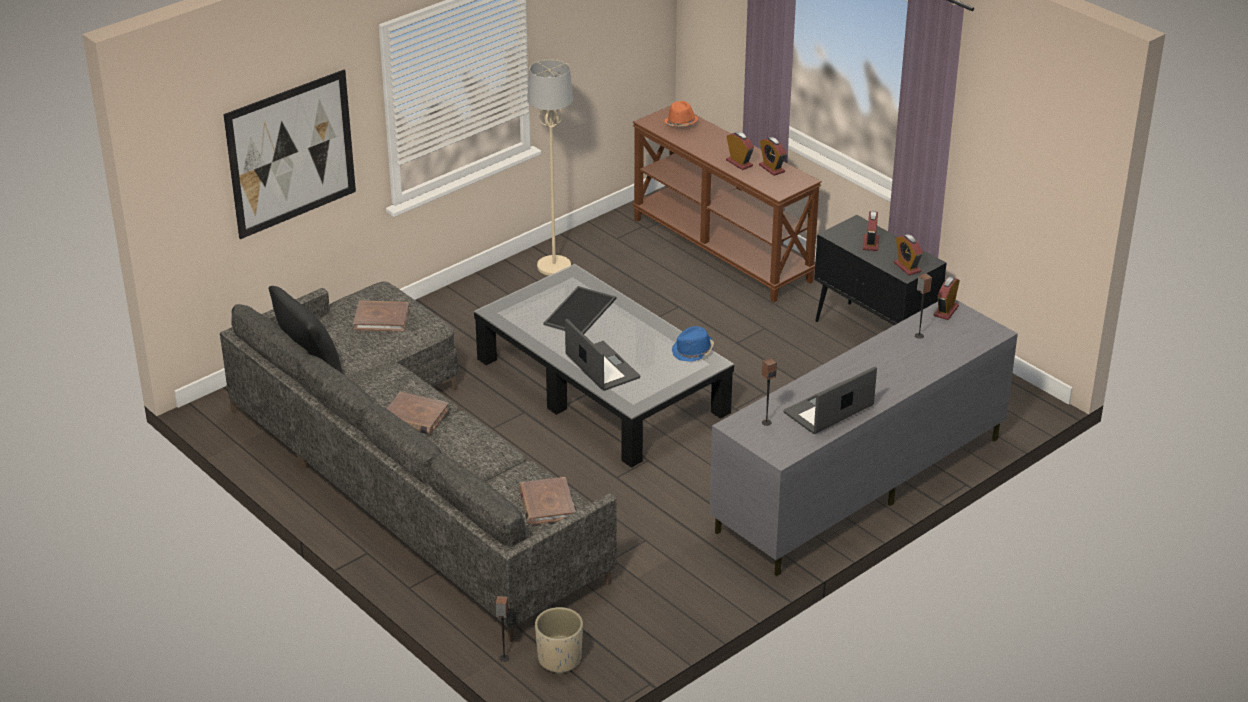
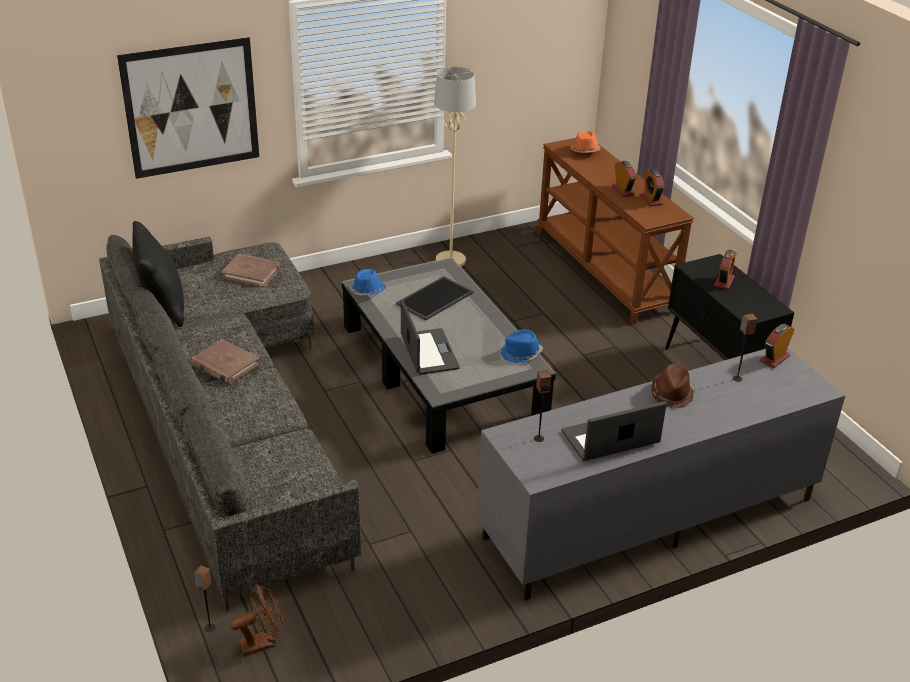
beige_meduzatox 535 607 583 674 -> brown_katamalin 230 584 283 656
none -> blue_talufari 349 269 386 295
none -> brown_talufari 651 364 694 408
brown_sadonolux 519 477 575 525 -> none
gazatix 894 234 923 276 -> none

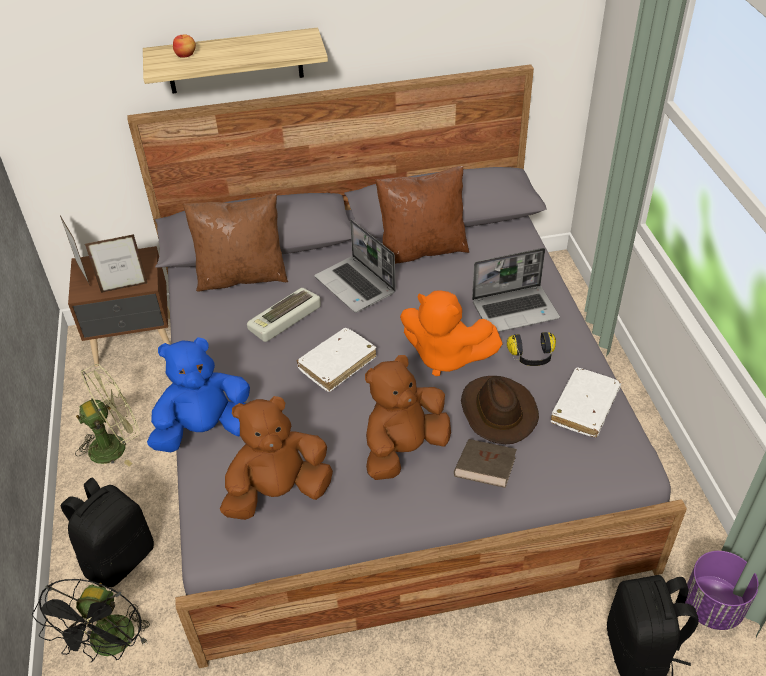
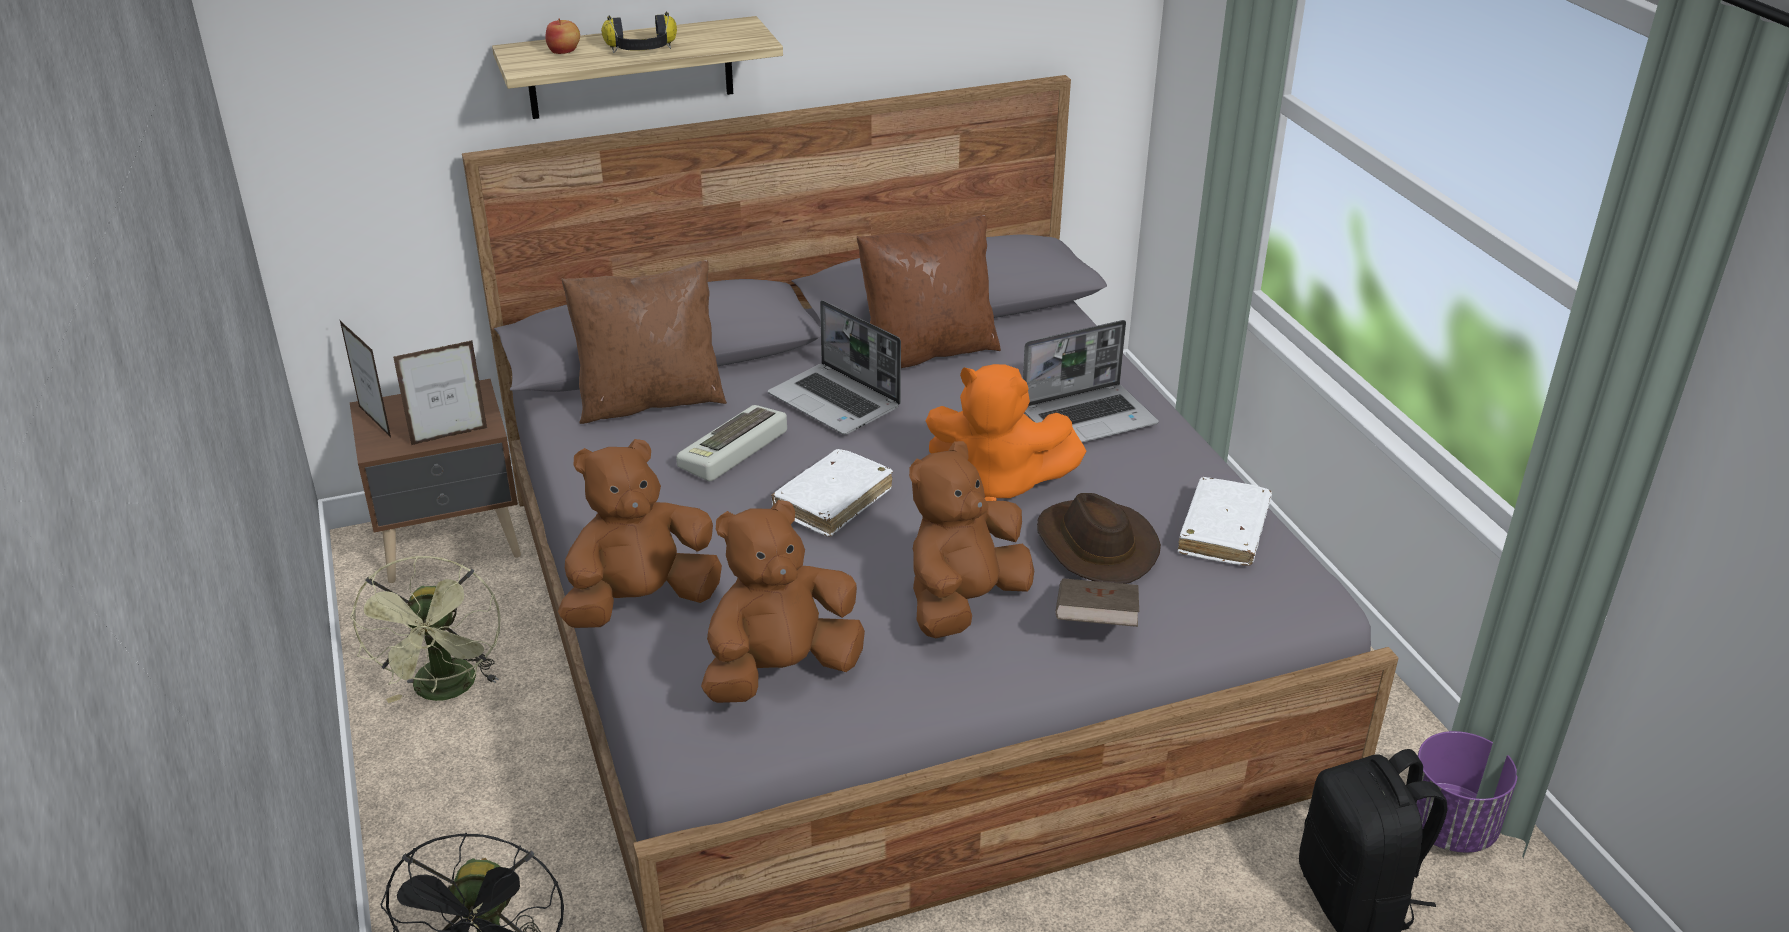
green_katamalin 75 364 140 466 -> green_katamalin 350 555 501 703, 120 degrees clockwise
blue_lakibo 147 337 250 452 -> brown_lakibo 558 439 722 628
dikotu 507 332 556 366 -> dikotu 601 11 677 53, relocated
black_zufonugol 61 477 154 587 -> none

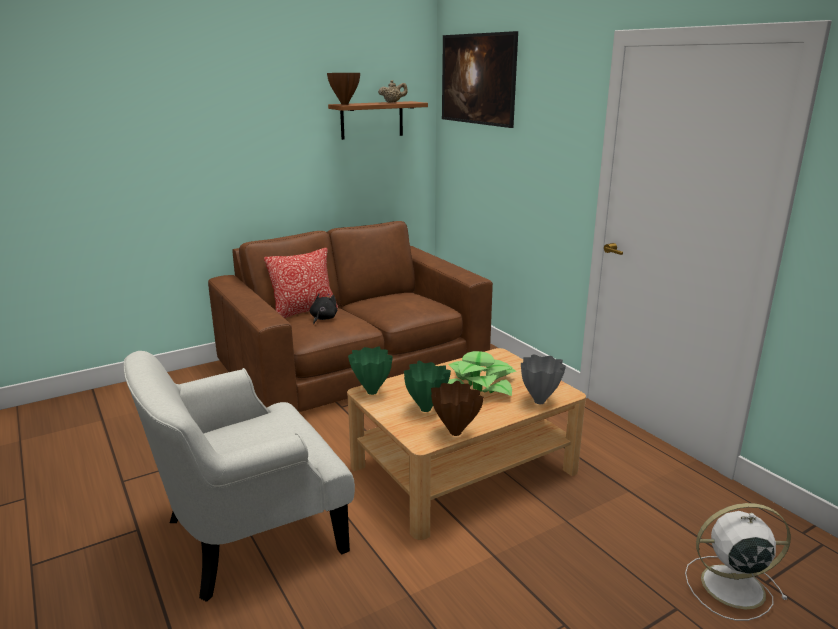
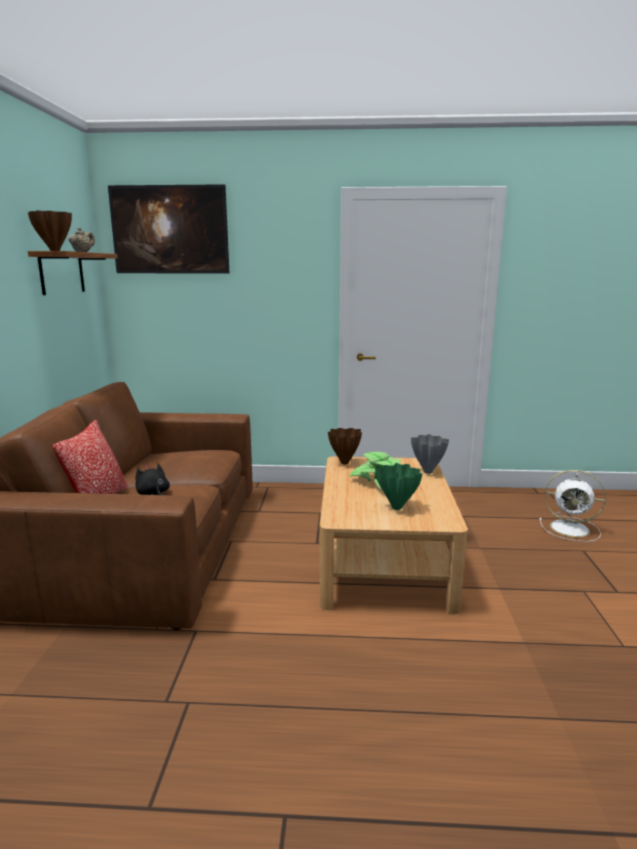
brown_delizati 431 381 484 436 -> brown_delizati 328 428 362 464, relocated
white_katamalin 685 503 791 621 -> white_katamalin 539 470 606 542, 105 degrees counterclockwise
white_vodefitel 124 351 355 602 -> none
green_delizati 348 347 393 395 -> none

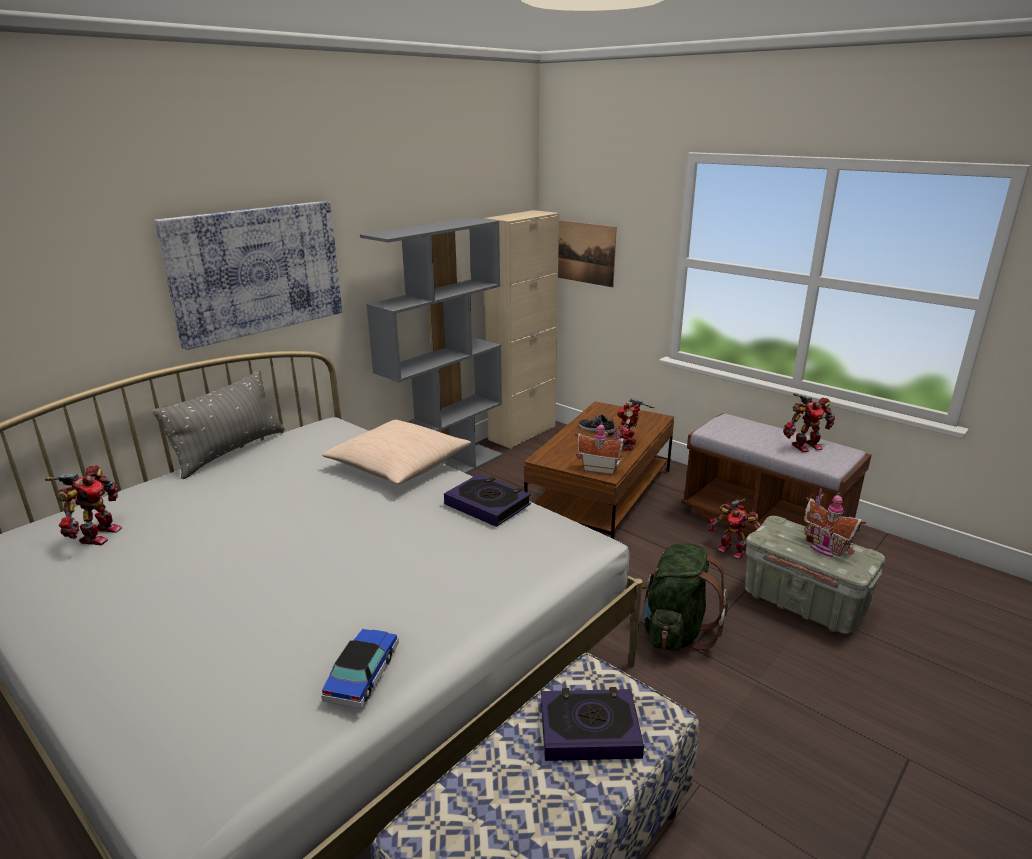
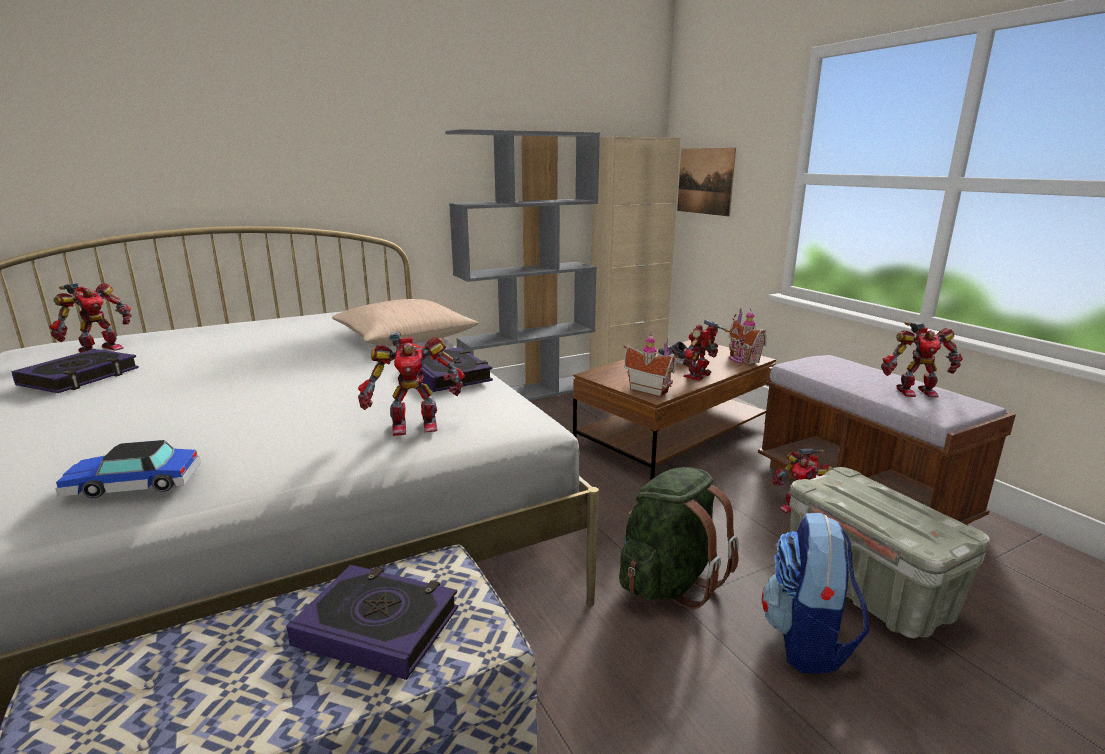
none -> sadonolux 11 349 139 393
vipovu 321 629 399 709 -> vipovu 56 440 201 498, 135 degrees counterclockwise
none -> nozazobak 358 331 465 436
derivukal 804 489 866 558 -> derivukal 729 308 767 364, relocated
none -> zufonugol 762 513 870 674
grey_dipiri 153 370 285 479 -> none
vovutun 154 201 342 350 -> none

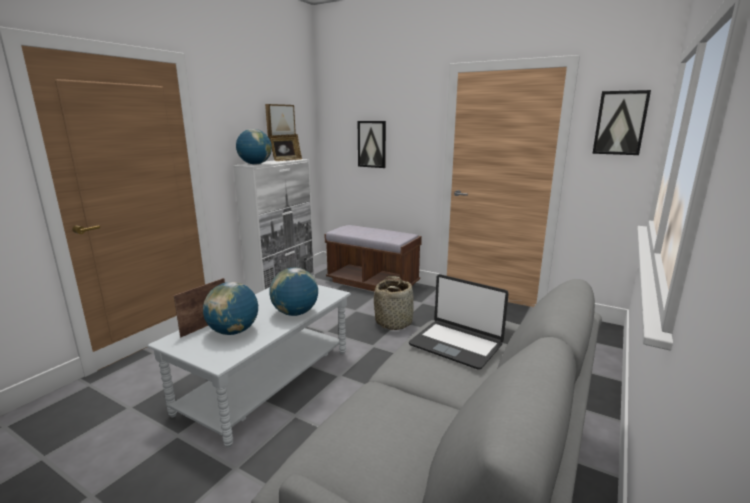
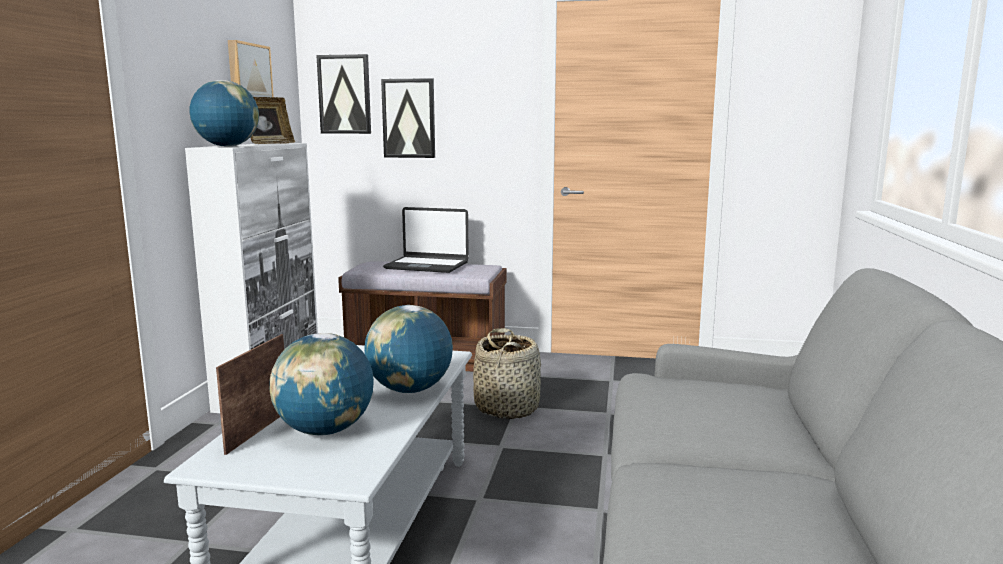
vovutun 592 90 651 155 -> vovutun 316 54 371 134, relocated
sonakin 409 274 509 369 -> sonakin 383 207 469 273, relocated

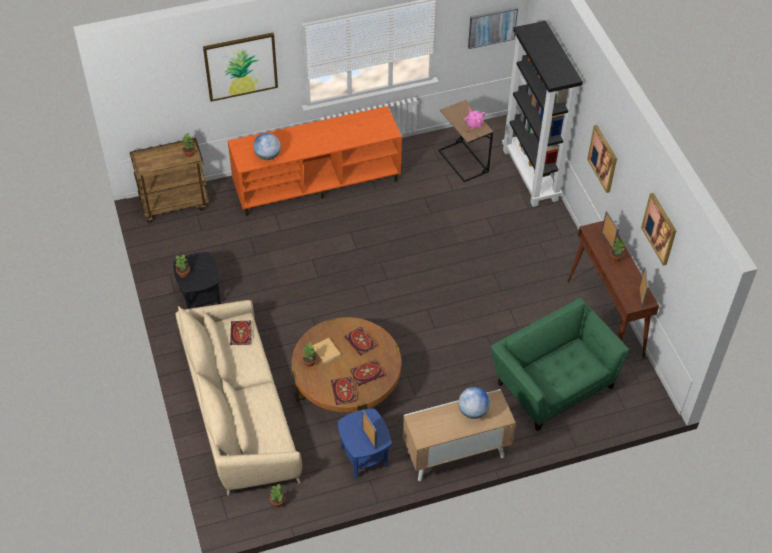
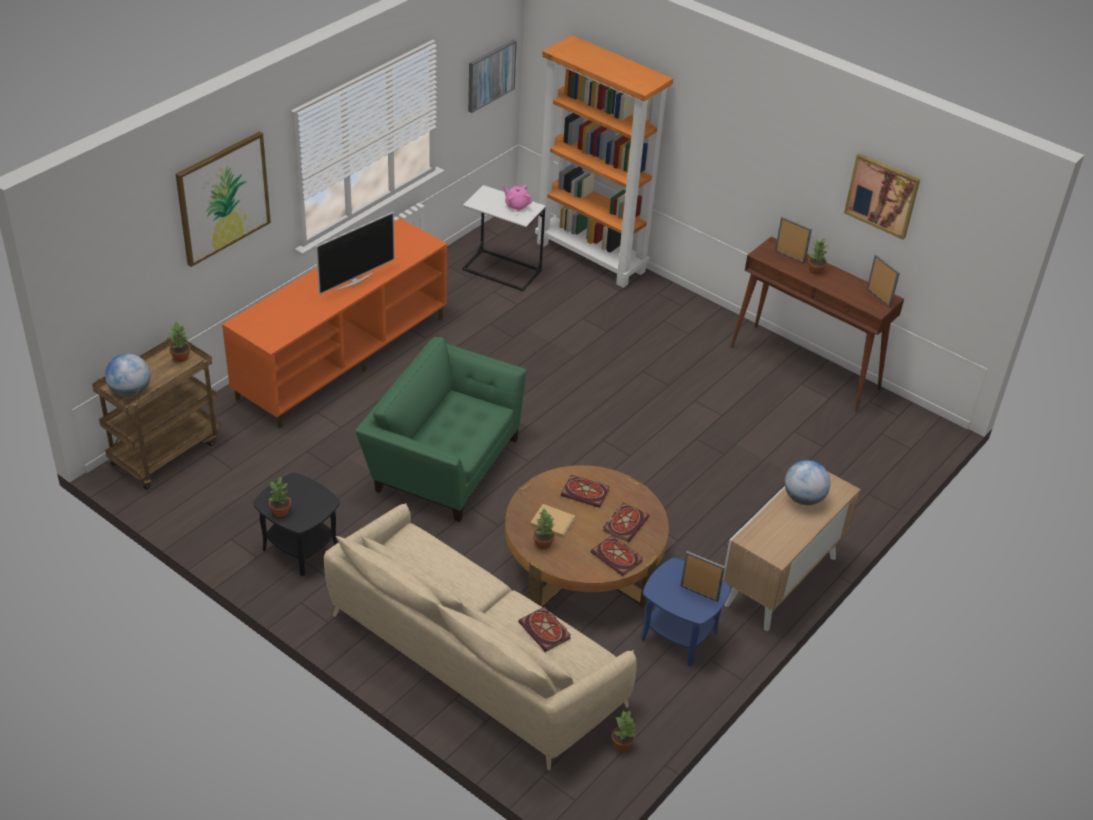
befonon 253 133 281 160 -> befonon 105 354 151 397, relocated
none -> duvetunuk 316 212 395 295
green_vodefitel 491 298 629 431 -> green_vodefitel 355 337 526 522, relocated
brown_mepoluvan 438 100 493 182 -> white_mepoluvan 462 185 546 291
sadonolux 230 321 252 345 -> sadonolux 518 606 571 652, relocated
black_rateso 502 21 583 207 -> orange_rateso 535 35 673 288
vovutun 587 125 617 193 -> none

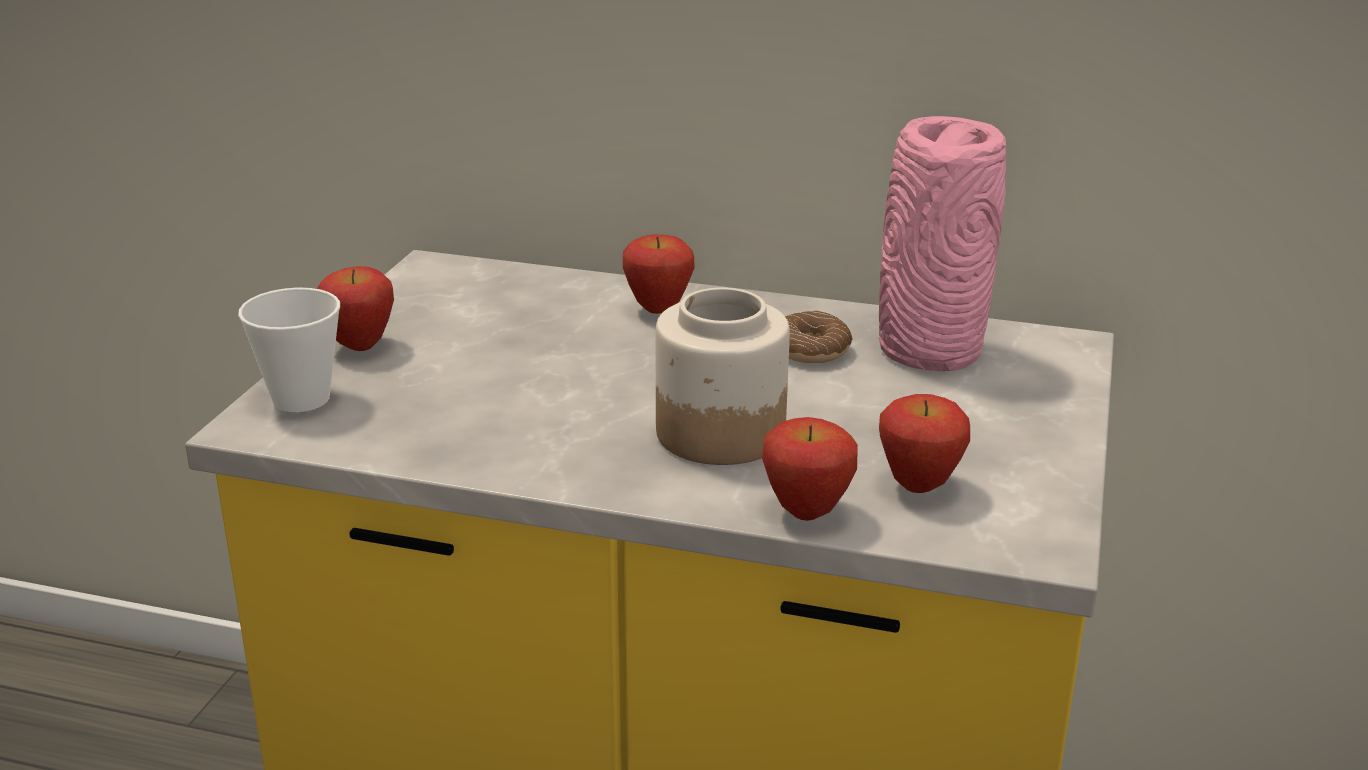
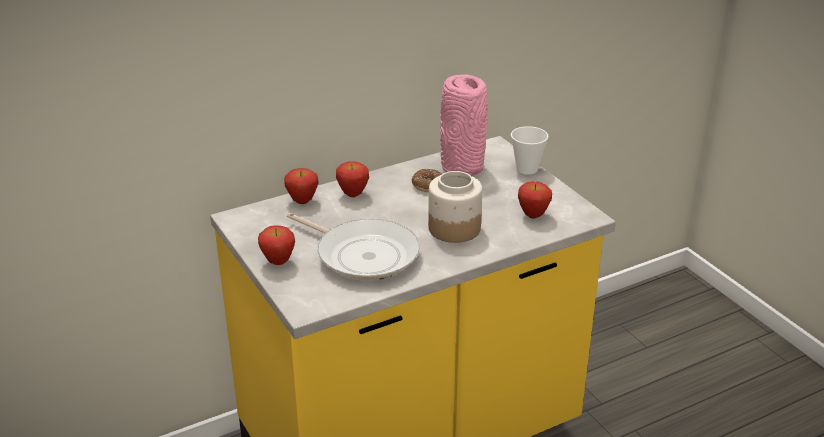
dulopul 762 417 858 521 -> dulopul 284 168 319 204, relocated
none -> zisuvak 287 213 420 281
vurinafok 238 287 340 412 -> vurinafok 511 126 548 174, relocated

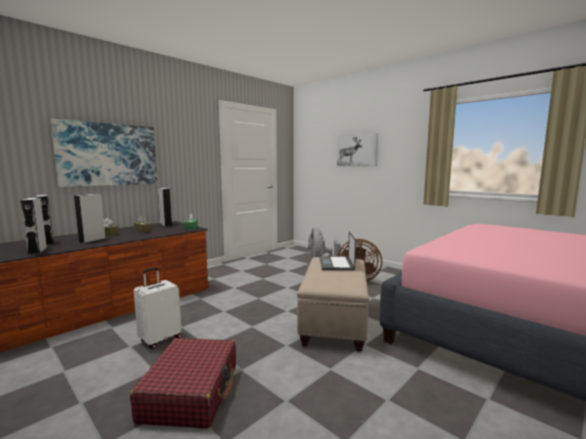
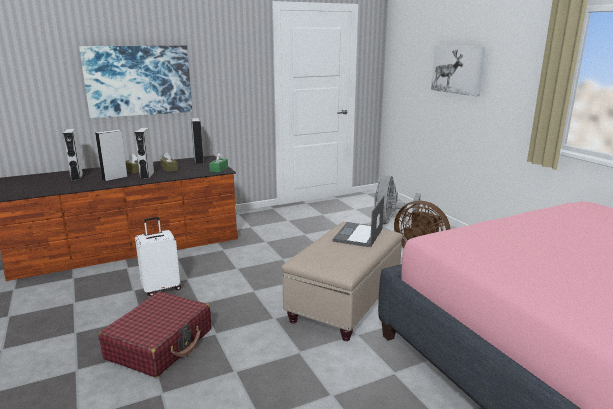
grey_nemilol 20 198 47 255 -> grey_nemilol 134 128 154 179, relocated

